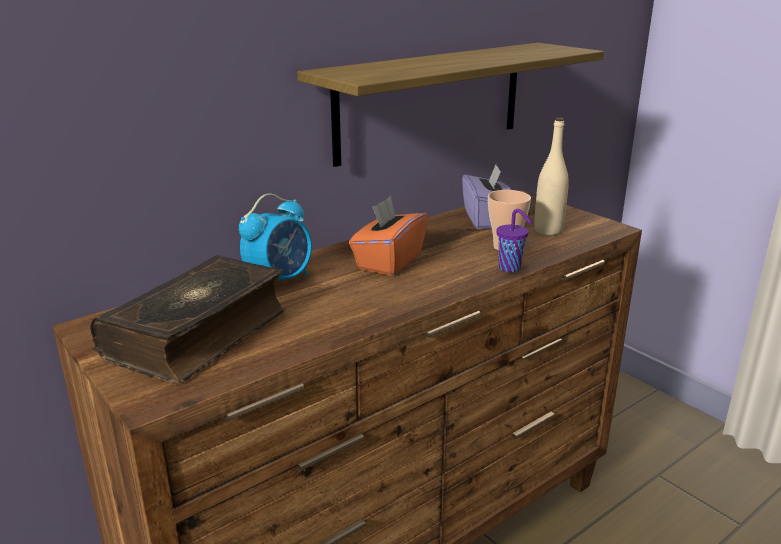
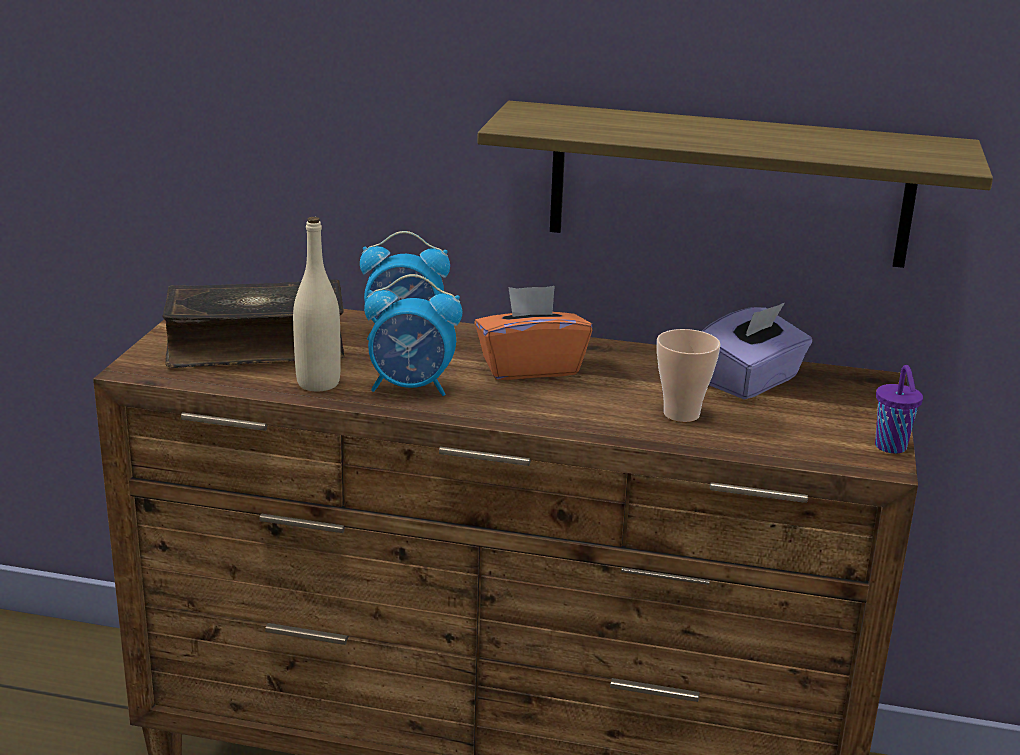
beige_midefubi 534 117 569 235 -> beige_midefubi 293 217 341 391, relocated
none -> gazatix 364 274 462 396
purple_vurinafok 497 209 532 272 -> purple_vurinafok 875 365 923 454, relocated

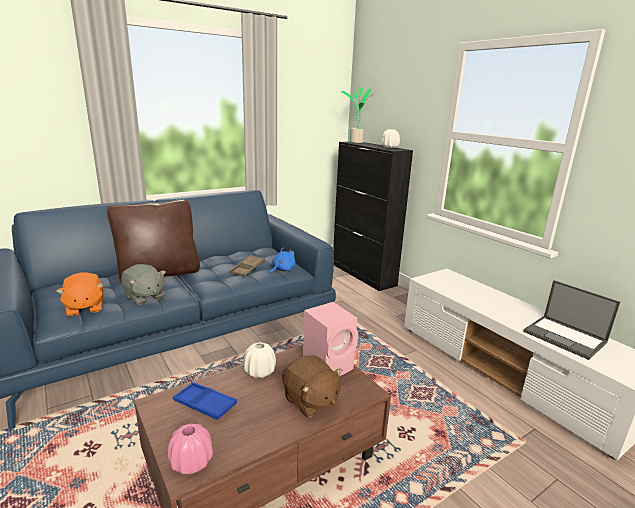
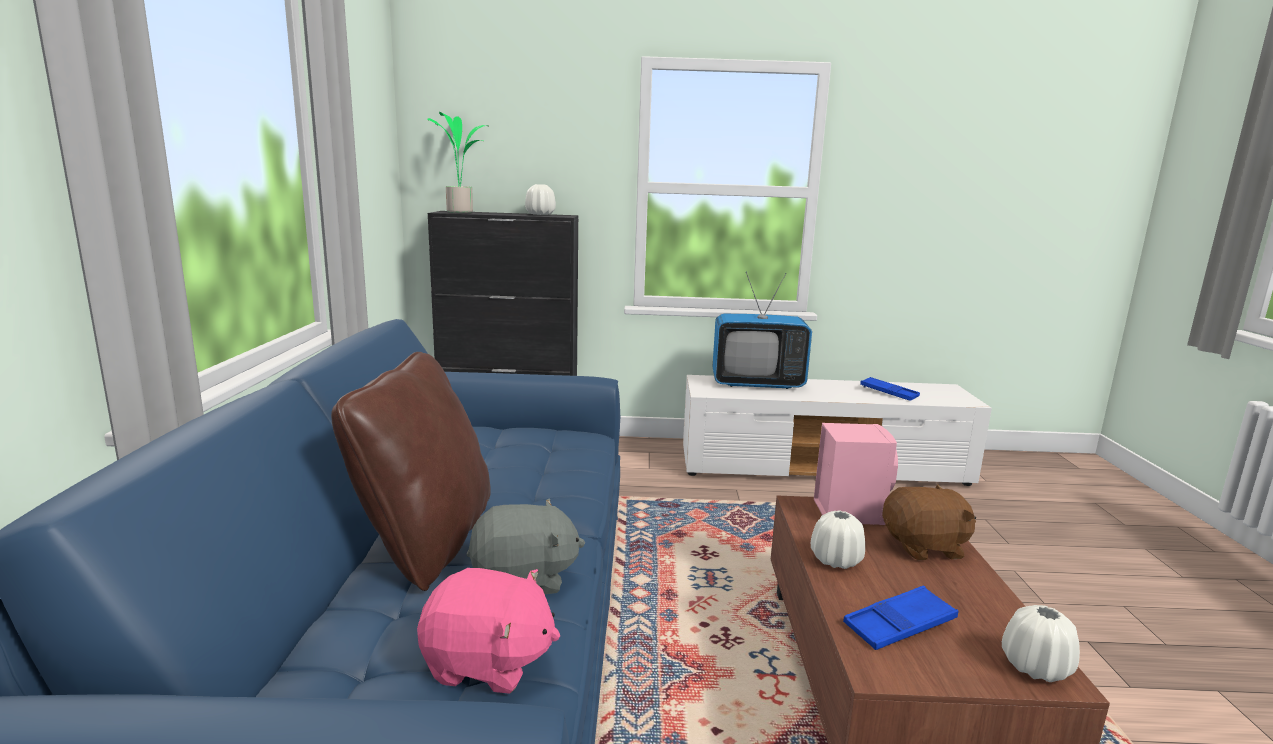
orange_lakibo 56 272 103 317 -> pink_lakibo 417 568 560 694
none -> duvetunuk 712 272 812 389
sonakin 523 280 620 360 -> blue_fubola 860 377 920 401
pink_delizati 168 423 213 474 -> white_delizati 1002 605 1080 682
brown_fubola 230 255 265 276 -> none
blue_lakibo 270 248 295 273 -> none

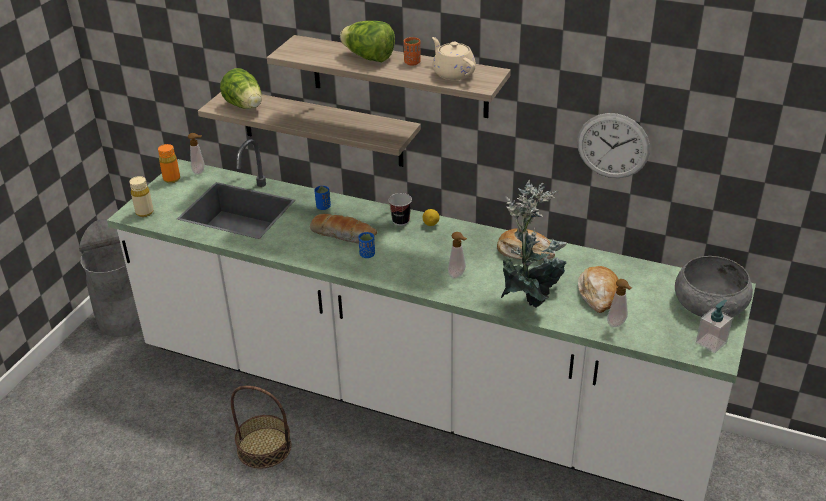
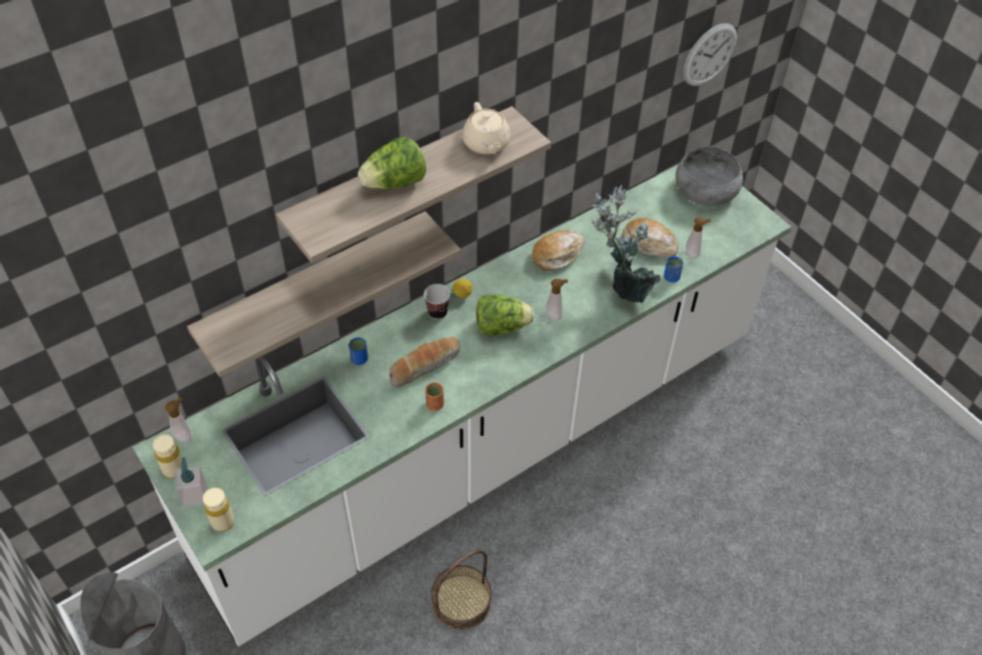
orange_midefubi 158 144 180 183 -> beige_midefubi 153 435 182 479
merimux 696 300 733 353 -> merimux 175 457 207 507, relocated
orange_vurinafok 404 37 421 66 -> orange_vurinafok 425 382 444 411, relocated
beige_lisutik 432 37 476 80 -> beige_lisutik 462 102 510 154, 105 degrees counterclockwise
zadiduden 220 68 262 109 -> zadiduden 476 295 534 336, relocated
blue_vurinafok 359 232 375 258 -> blue_vurinafok 664 256 683 283, relocated
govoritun 577 113 650 178 -> govoritun 683 23 737 86, relocated

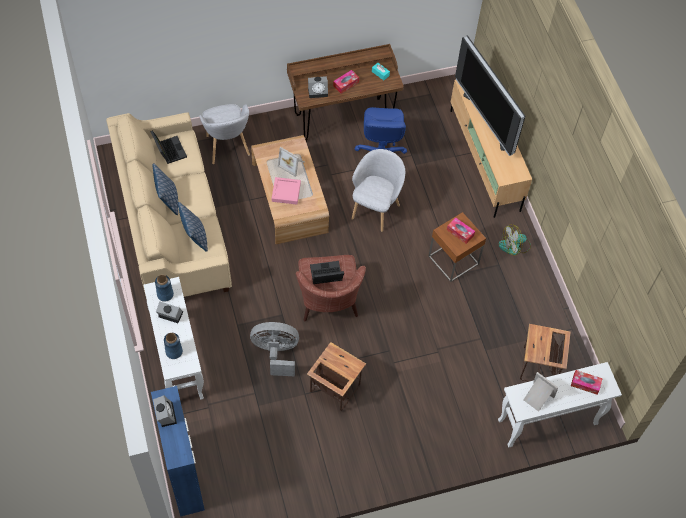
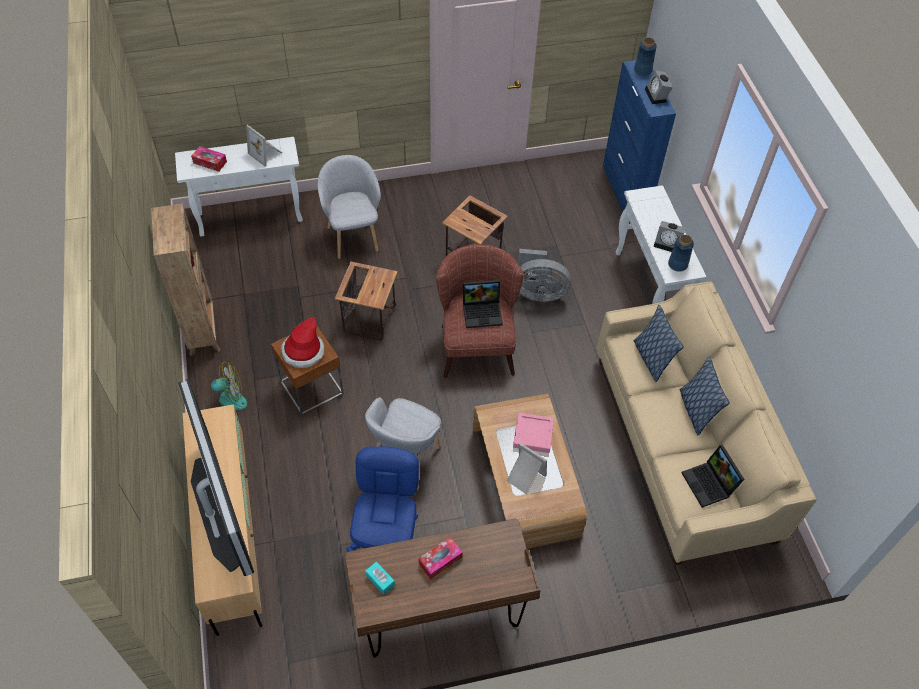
none -> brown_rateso 151 204 221 356
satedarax 447 217 475 244 -> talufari 281 318 324 368
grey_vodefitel 199 104 250 164 -> grey_vodefitel 318 155 381 259, relocated
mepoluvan 520 324 571 382 -> mepoluvan 335 262 398 340, relocated
blue_delizati 164 333 183 359 -> blue_delizati 634 38 657 76, relocated
gazatix 308 76 328 98 -> none

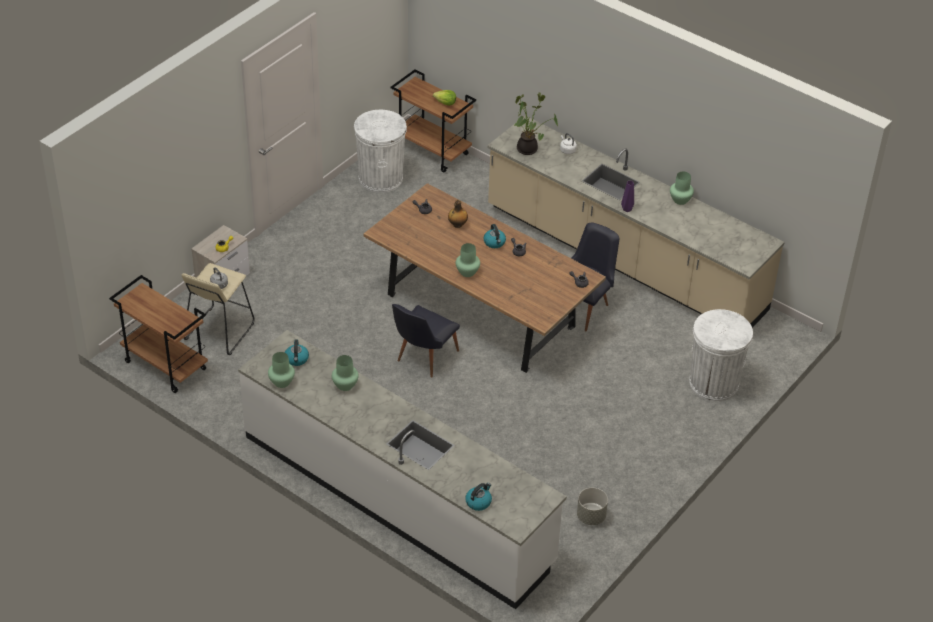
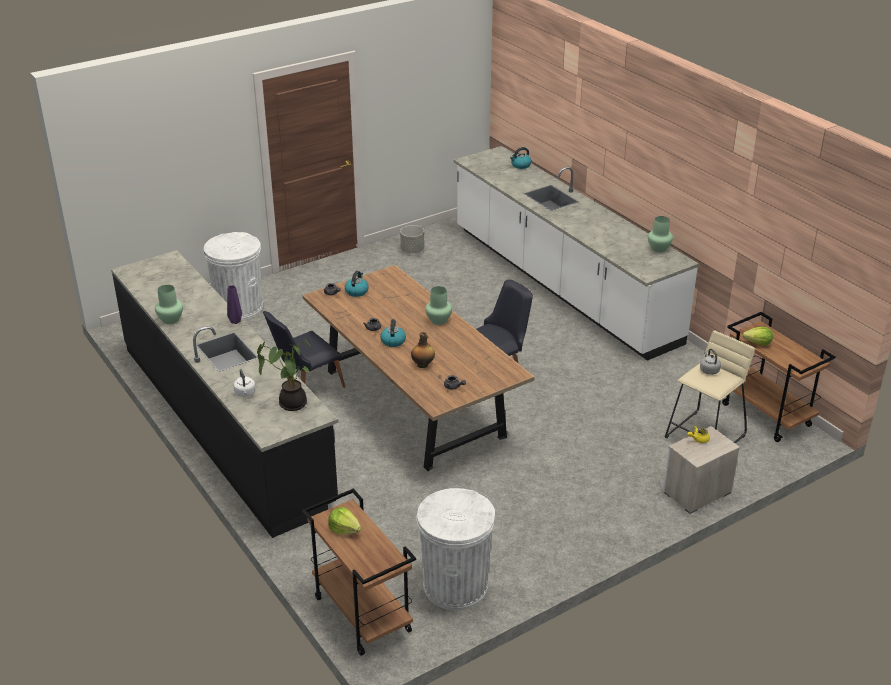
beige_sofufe 487 116 785 328 -> black_sofufe 111 250 339 538
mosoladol 285 339 309 366 -> mosoladol 345 271 369 297, relocated
none -> zadiduden 742 327 773 346
green_delizati 332 355 359 391 -> none

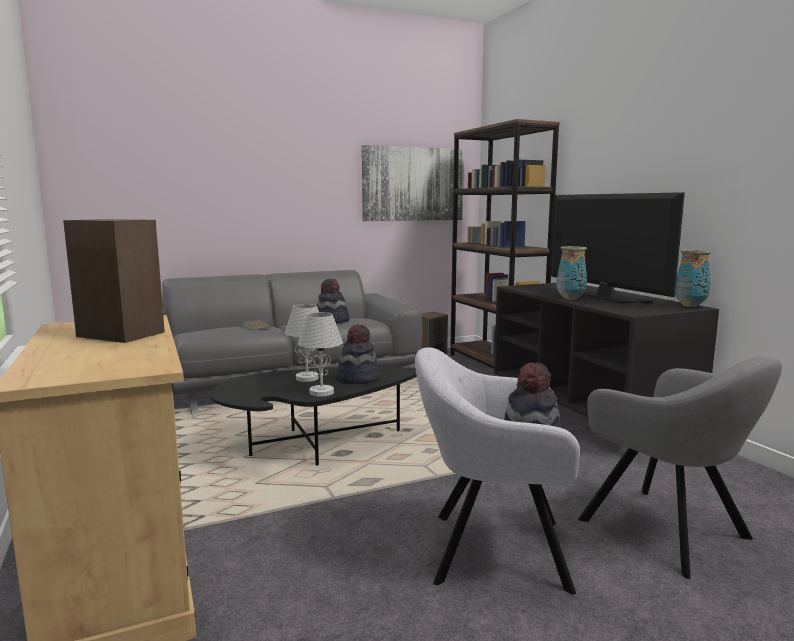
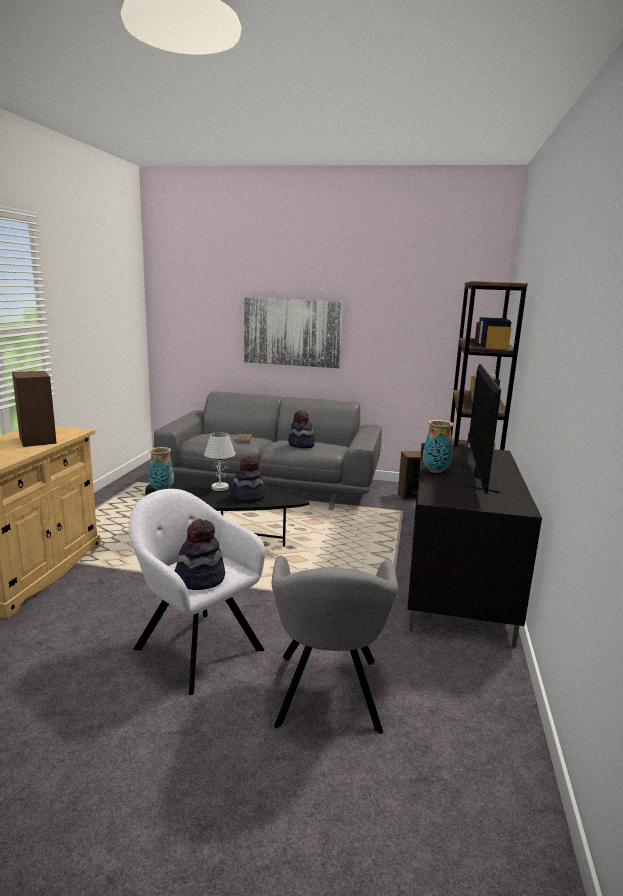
delizati 675 250 711 307 -> delizati 149 447 174 491, relocated
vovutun 362 145 464 221 -> vovutun 244 298 343 368, relocated
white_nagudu 298 312 343 396 -> none

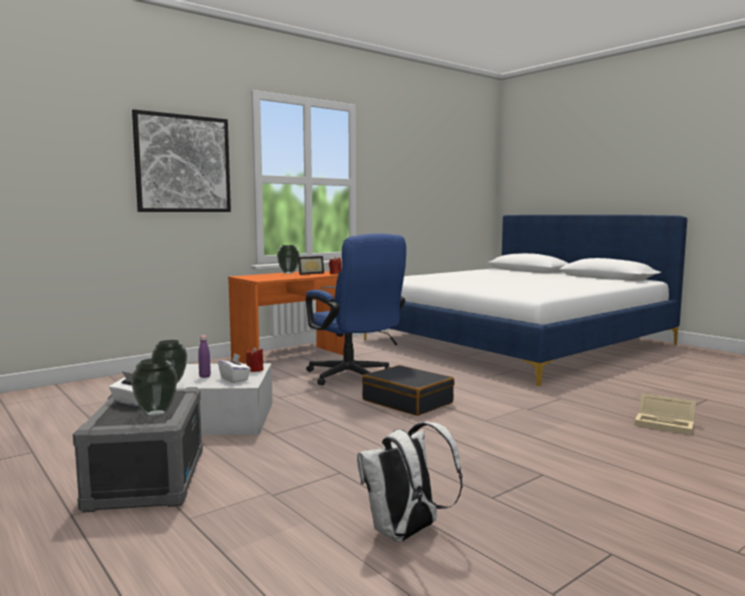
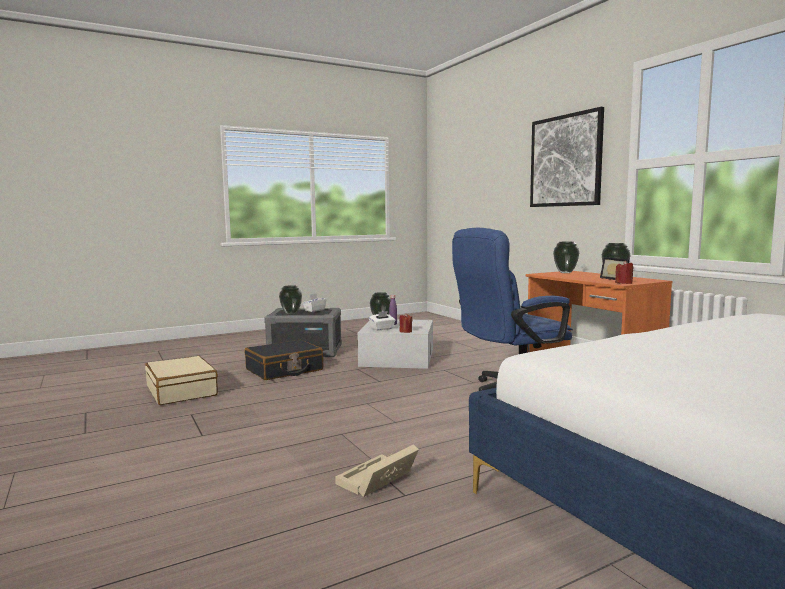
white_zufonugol 357 422 462 542 -> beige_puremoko 145 356 218 405
black_puremoko 362 365 455 416 -> black_puremoko 245 340 323 380, relocated
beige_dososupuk 635 393 696 435 -> beige_dososupuk 335 444 419 497, relocated
none -> delizati 553 242 579 273

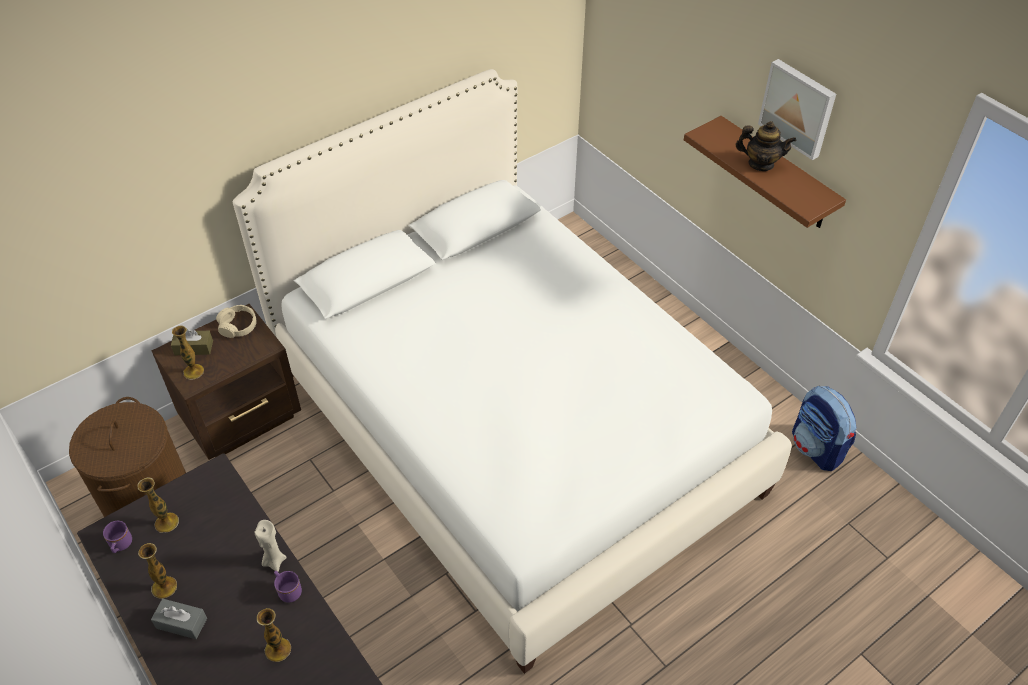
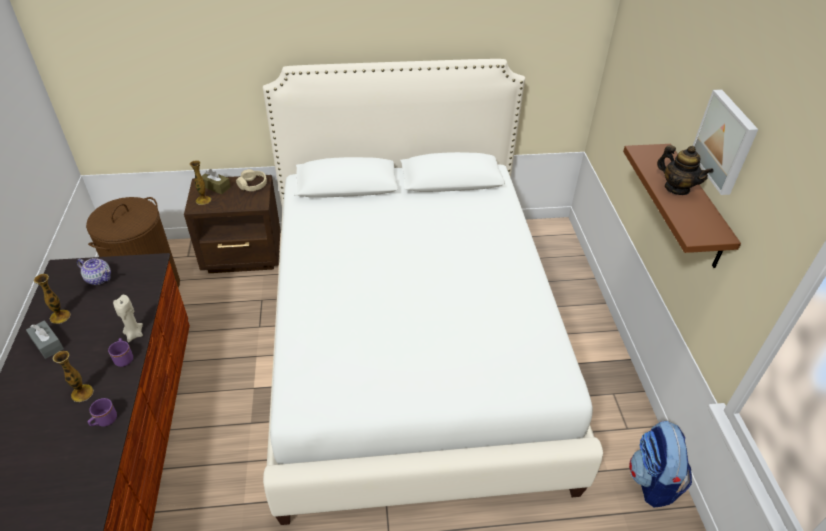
delizati 137 478 179 533 -> lisutik 77 258 111 285
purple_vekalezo 103 521 132 553 -> purple_vekalezo 87 398 117 426, relocated

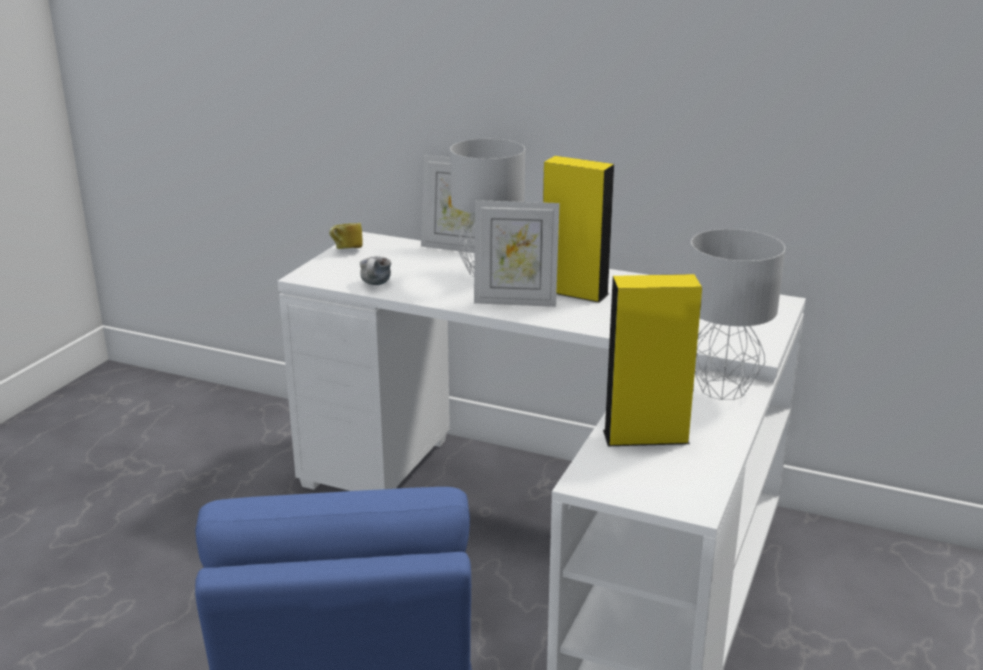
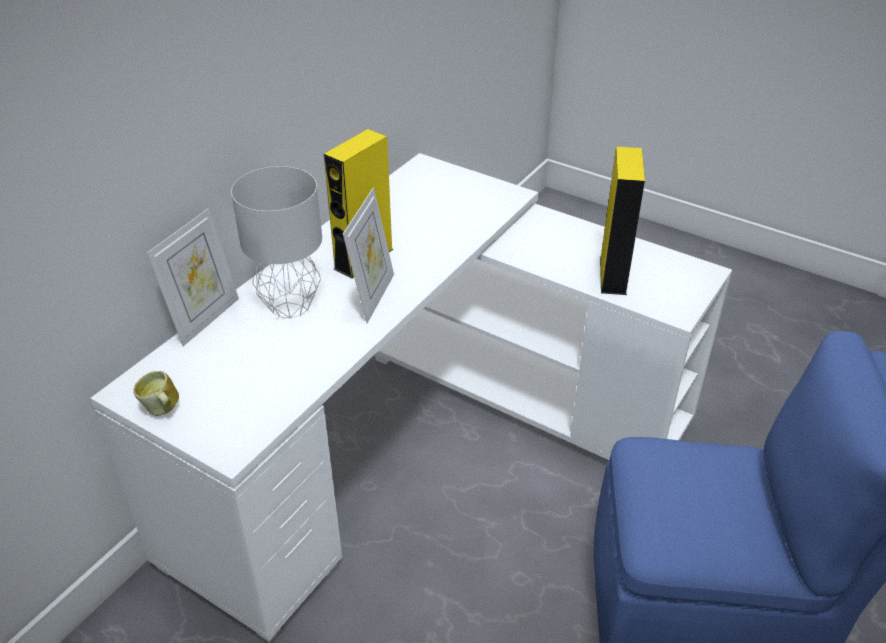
vekalezo 360 256 391 285 -> none
grey_nagudu 688 229 785 400 -> none

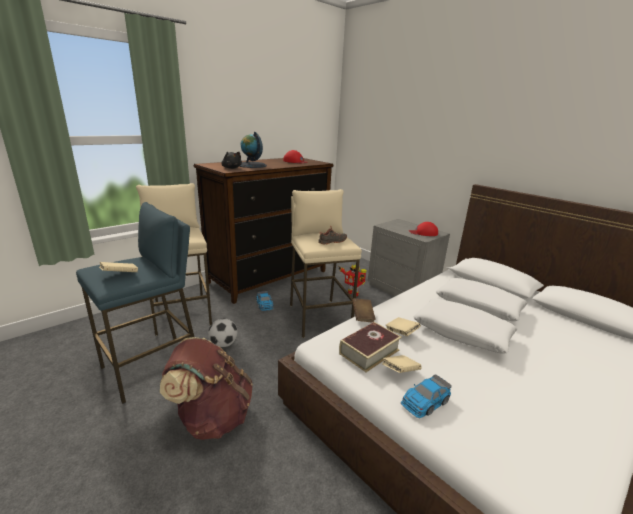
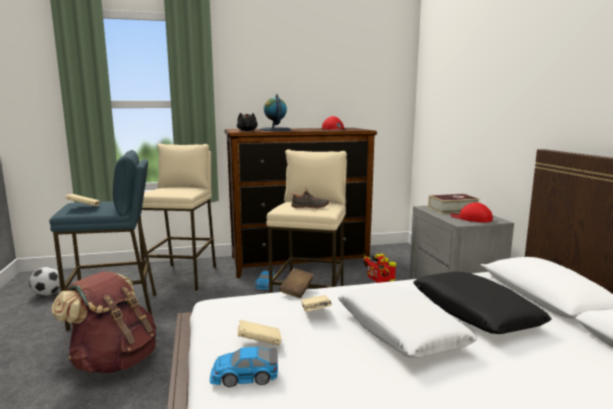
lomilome 208 319 238 348 -> lomilome 29 267 60 296, relocated
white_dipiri 436 278 528 321 -> black_dipiri 413 271 551 334
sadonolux 339 322 402 373 -> sadonolux 428 194 480 214, relocated

